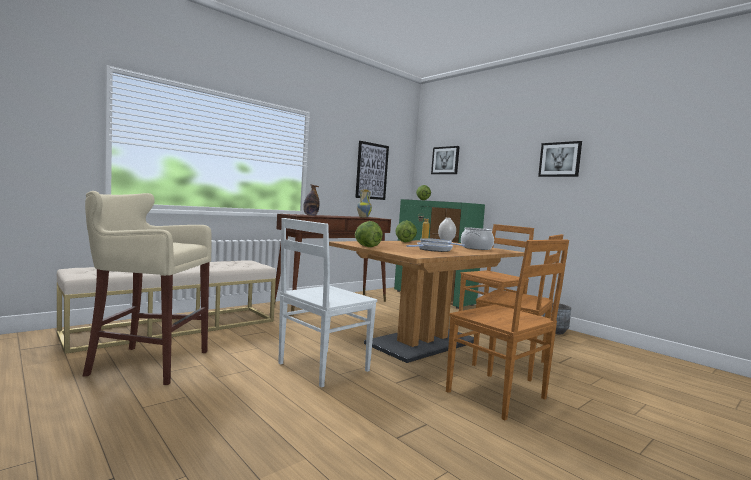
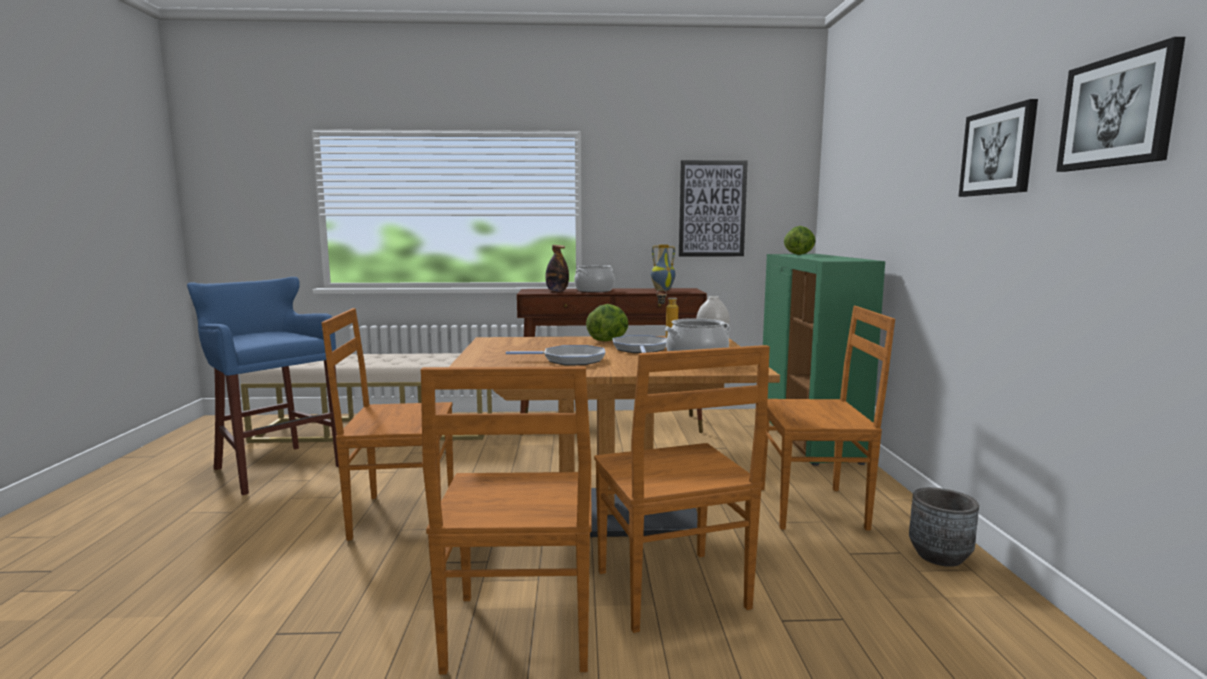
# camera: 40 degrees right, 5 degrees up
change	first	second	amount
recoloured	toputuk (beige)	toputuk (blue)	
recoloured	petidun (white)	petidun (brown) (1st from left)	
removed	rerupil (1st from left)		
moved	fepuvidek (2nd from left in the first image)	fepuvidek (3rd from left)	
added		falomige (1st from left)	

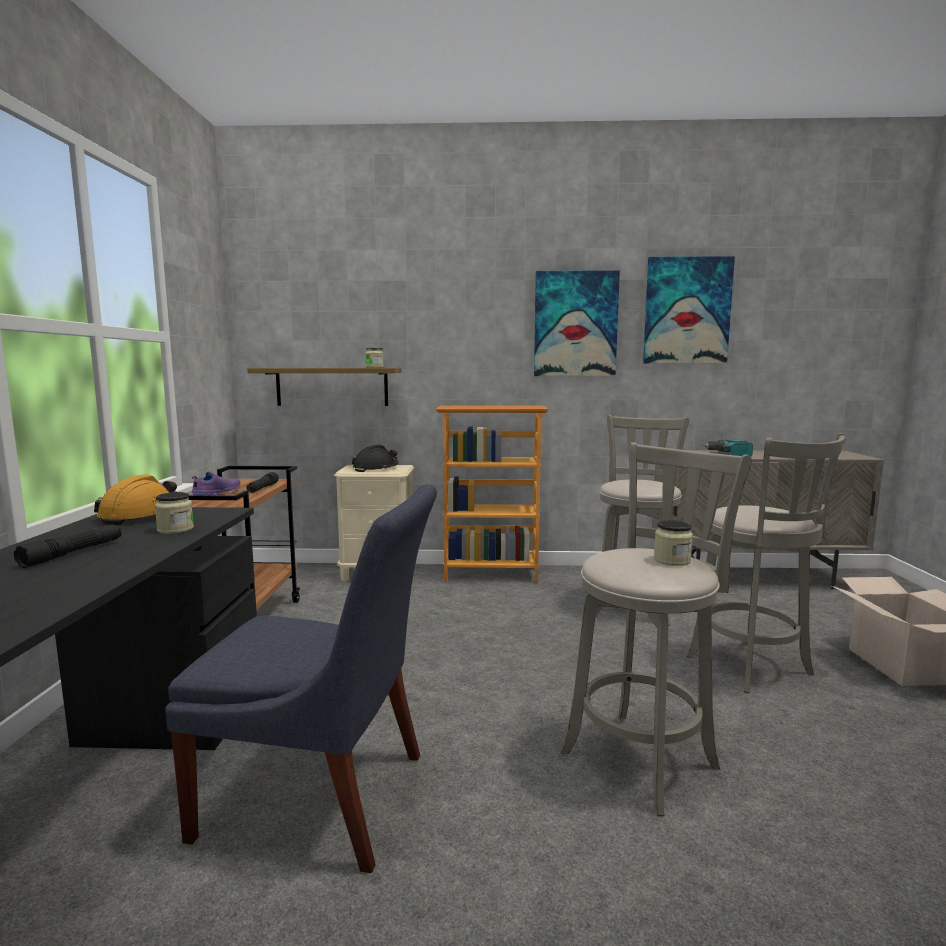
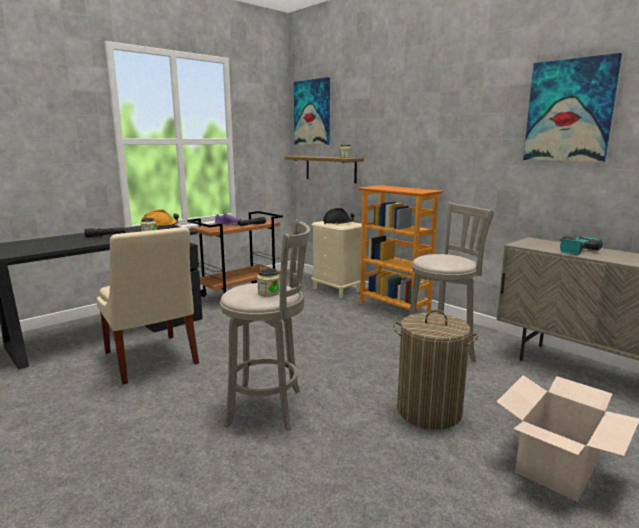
# camera: 45 degrees right, 5 degrees up
change	first	second	amount
recoloured	petidun (blue)	petidun (beige)	
moved	fepuvidek (1st from left)		
replaced	toputuk (grey) (3rd from left)	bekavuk	

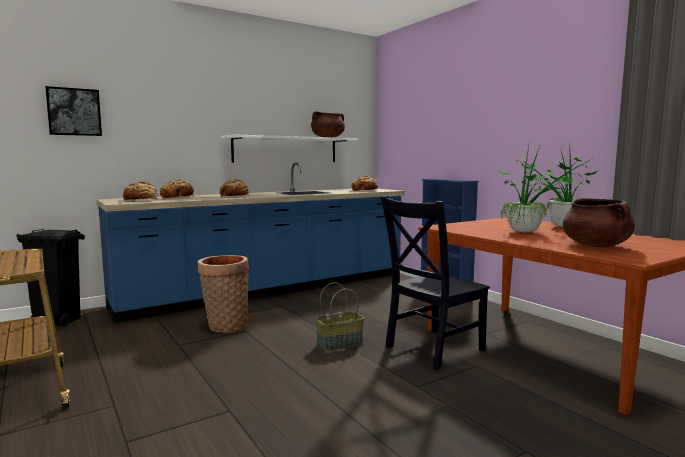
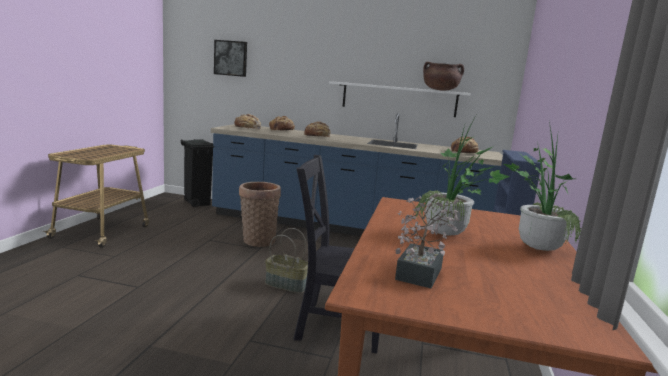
# camera: 45 degrees right, 5 degrees up
change	first	second	amount
replaced	falomige (brown) (2nd from left)	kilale (1st from left)	

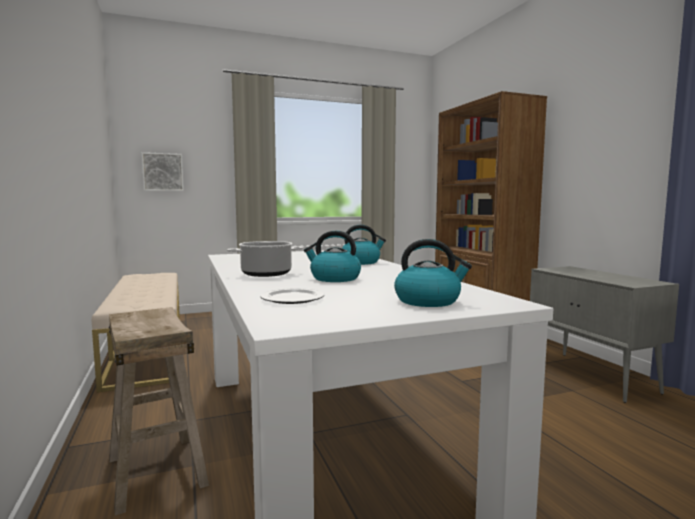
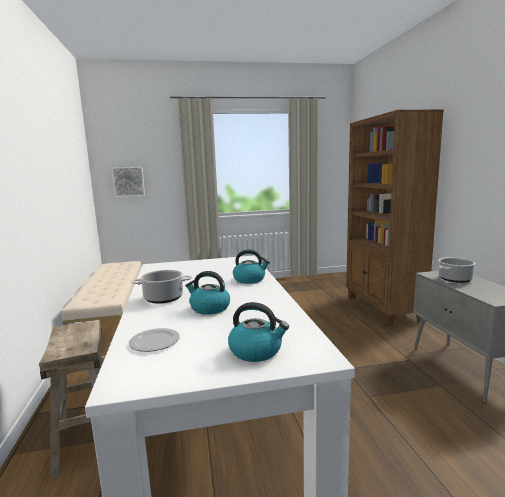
# camera: 10 degrees right, 5 degrees up
change	first	second	amount
added		falomige (2nd from left)	

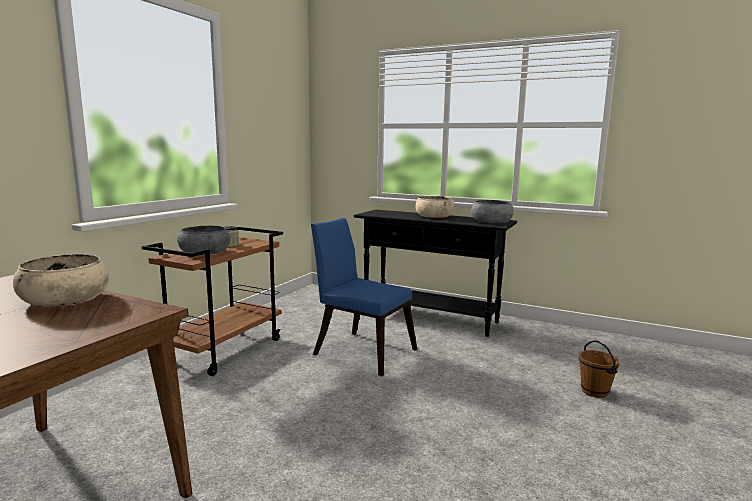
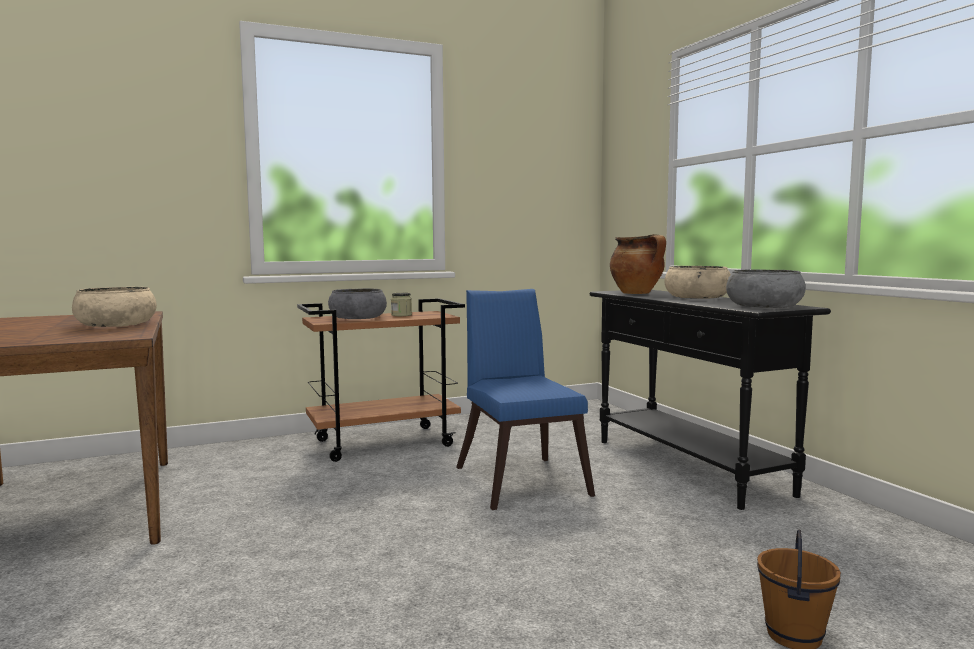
# camera: 40 degrees right, 5 degrees down
change	first	second	amount
added		falomige	

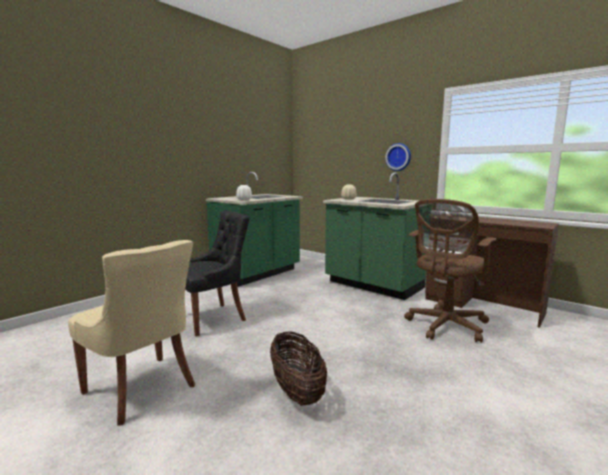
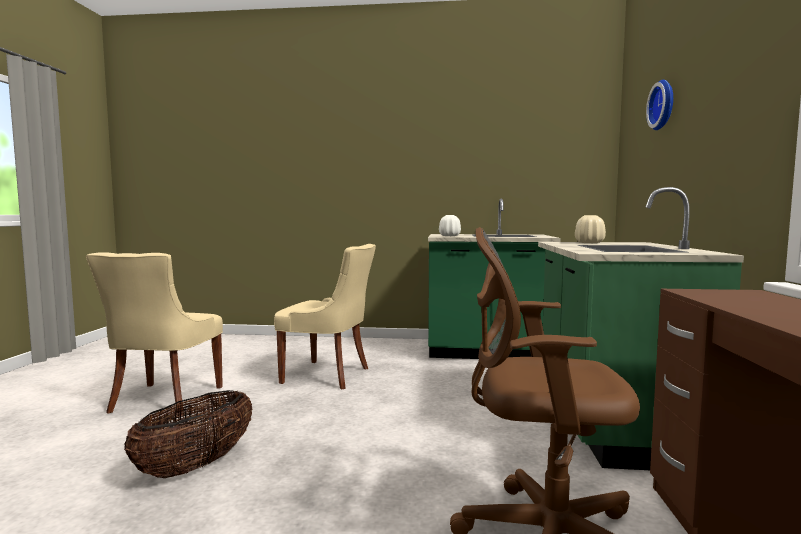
# camera: 55 degrees right, 5 degrees down
change	first	second	amount
recoloured	petidun (black)	petidun (beige) (2nd from left)	
moved	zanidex		

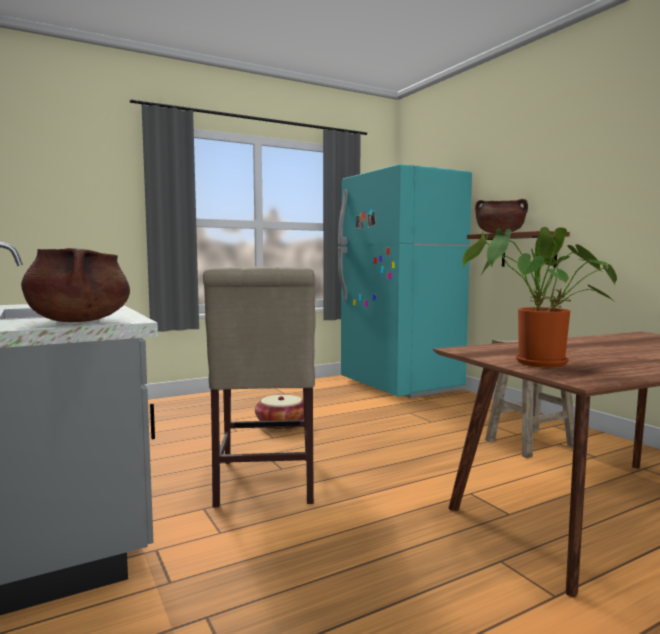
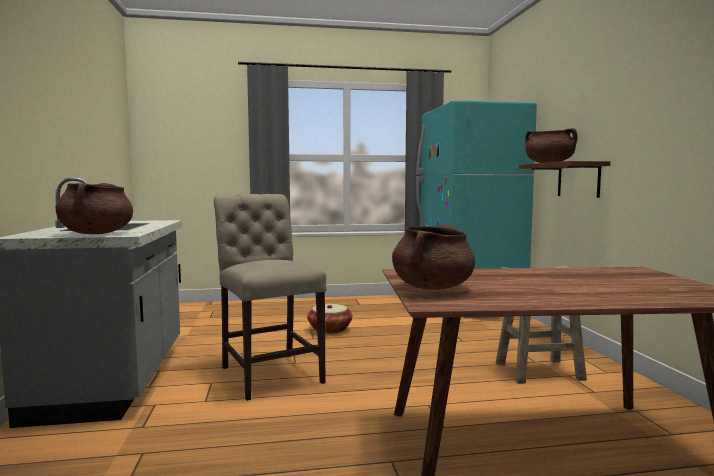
# camera: 20 degrees right, 0 degrees up
change	first	second	amount
turned	petidun (beige)		135 degrees clockwise
replaced	kilale	falomige (brown) (2nd from left)	

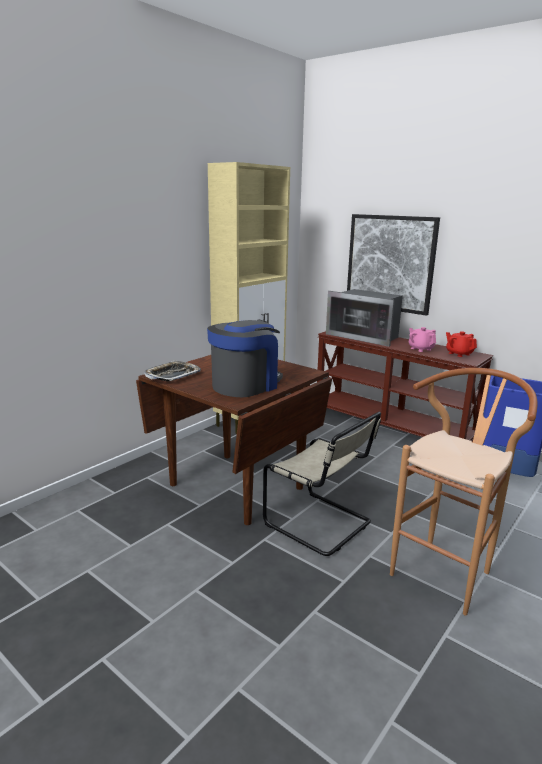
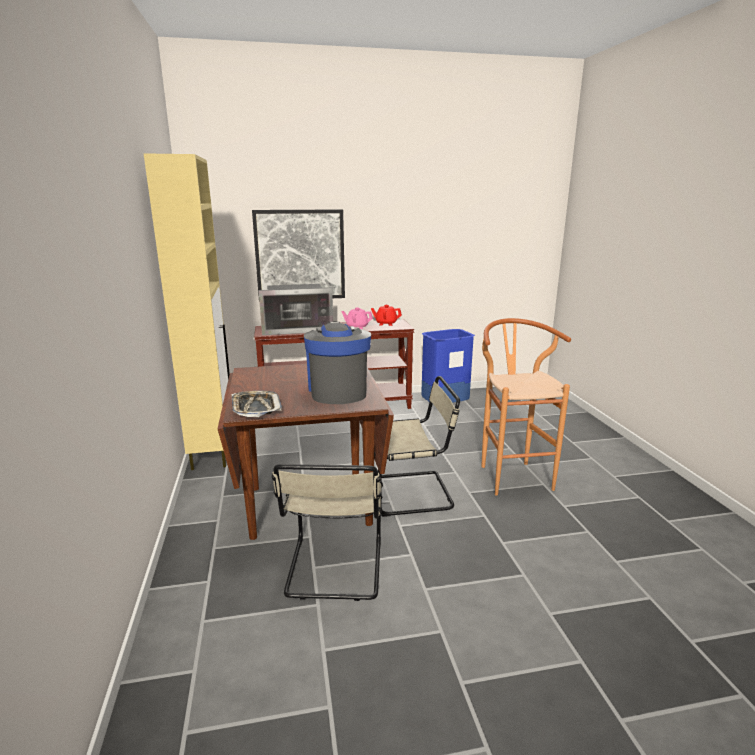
# camera: 50 degrees left, 0 degrees up
change	first	second	amount
added		petidun (beige) (1st from left)	

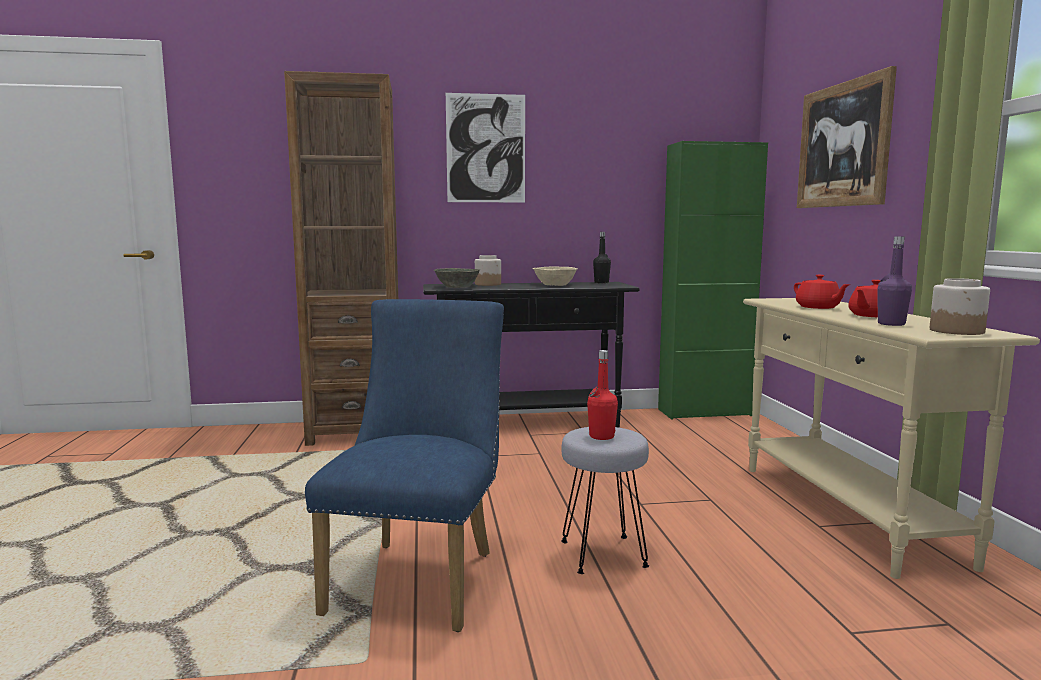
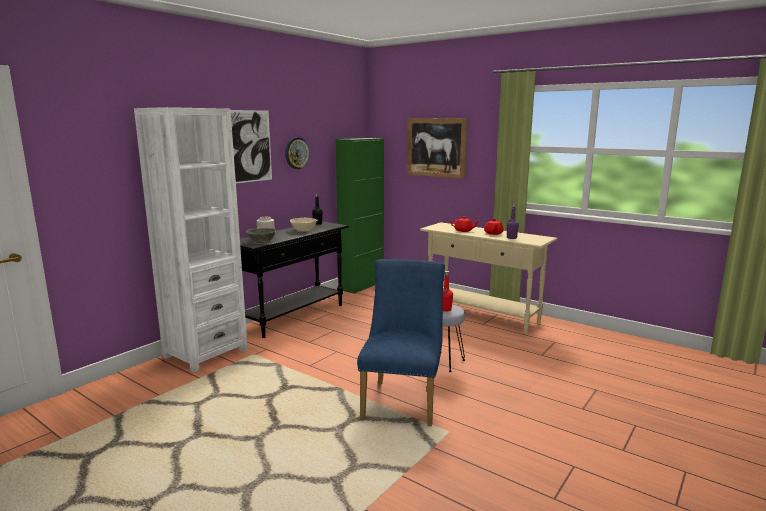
# camera: 45 degrees left, 5 degrees up
change	first	second	amount
recoloured	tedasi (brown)	tedasi (white)	
turned	petidun (blue)		45 degrees clockwise
removed	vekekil (2nd from left)		
added		zanidex	

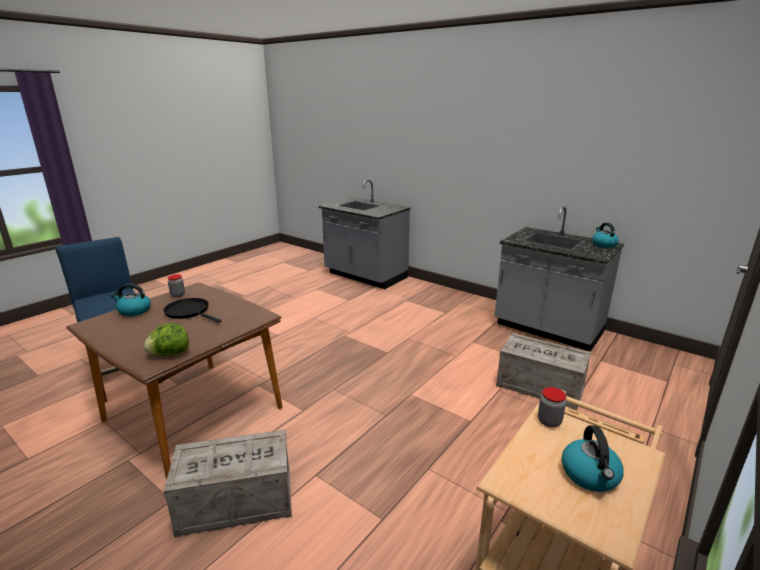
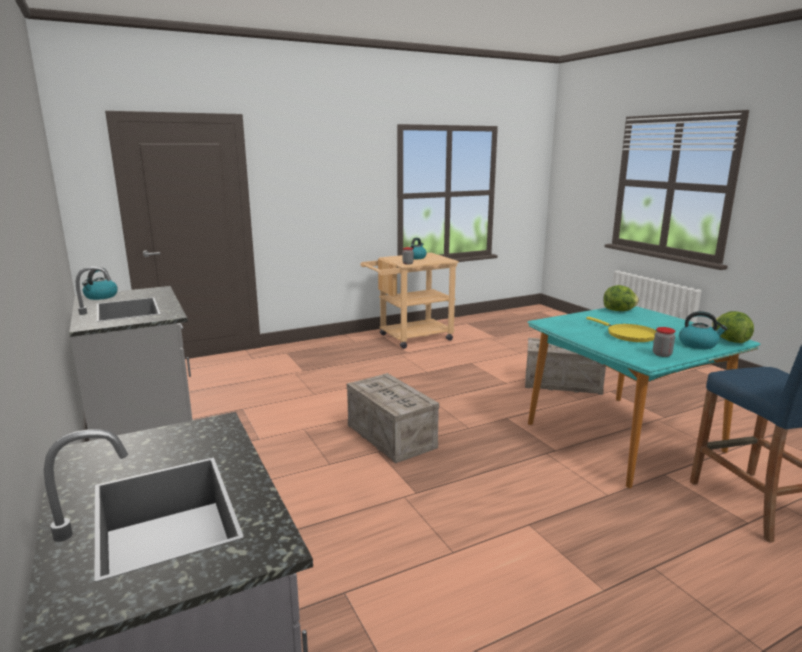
# camera: 155 degrees left, 5 degrees down
change	first	second	amount
recoloured	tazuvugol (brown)	tazuvugol (turquoise)	
recoloured	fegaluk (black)	fegaluk (yellow)	
moved	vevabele (2nd from left in the first image)	vevabele (1st from left)	
added		rerupil (2nd from left)	

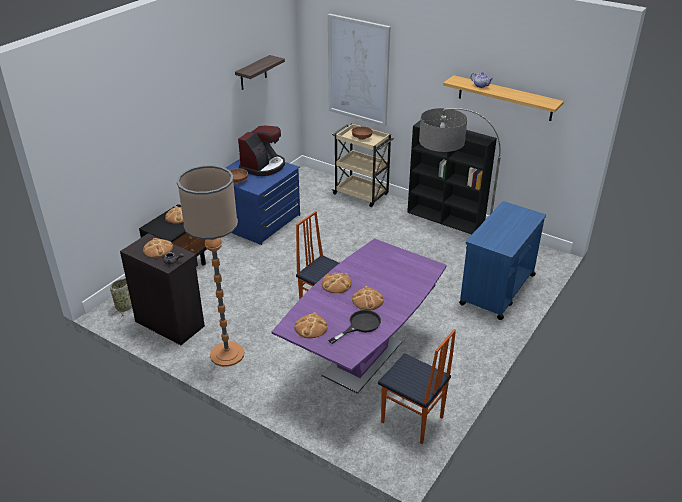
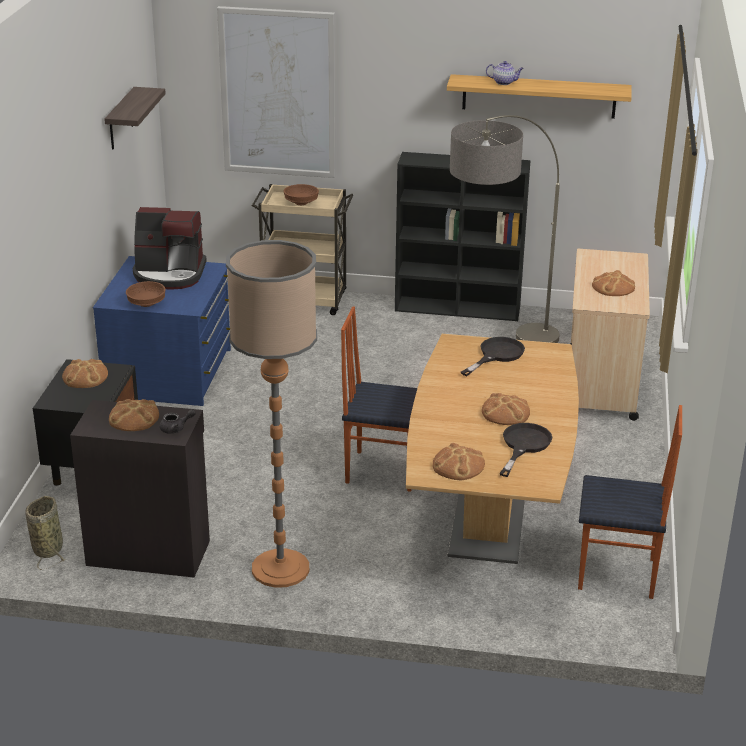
# camera: 25 degrees left, 5 degrees down
change	first	second	amount
turned	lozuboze		90 degrees clockwise
recoloured	tazuvugol (purple)	tazuvugol (brown)	
moved	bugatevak (4th from left in the first image)	bugatevak (5th from left)	
recoloured	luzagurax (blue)	luzagurax (beige) (2nd from left)	
added		fegaluk (black) (1st from left)	

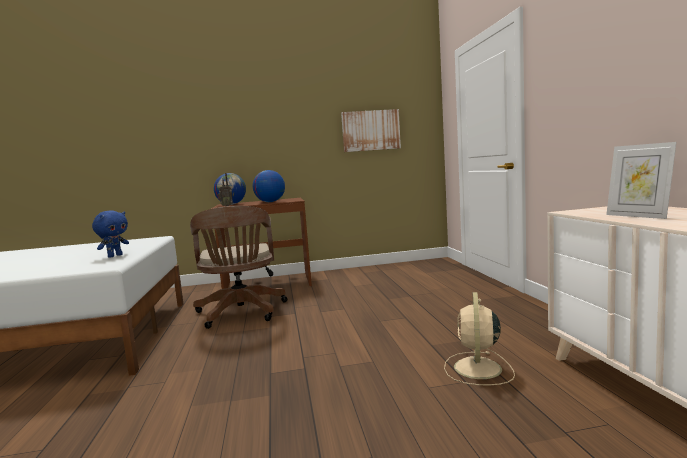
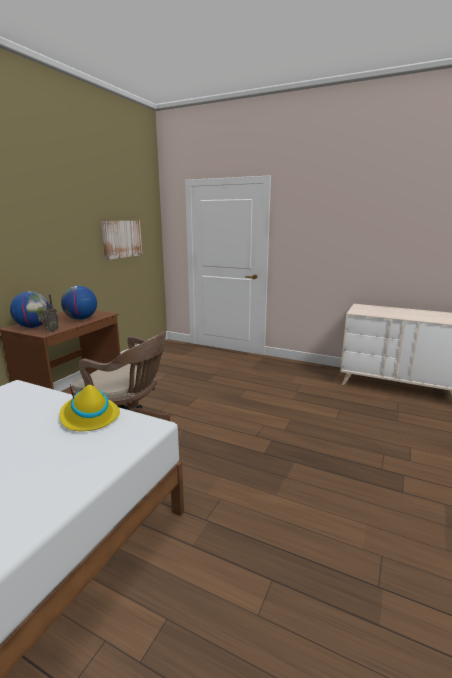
# camera: 55 degrees left, 10 degrees up
change	first	second	amount
replaced	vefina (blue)	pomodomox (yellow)	
removed	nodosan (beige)		
removed	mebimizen		

